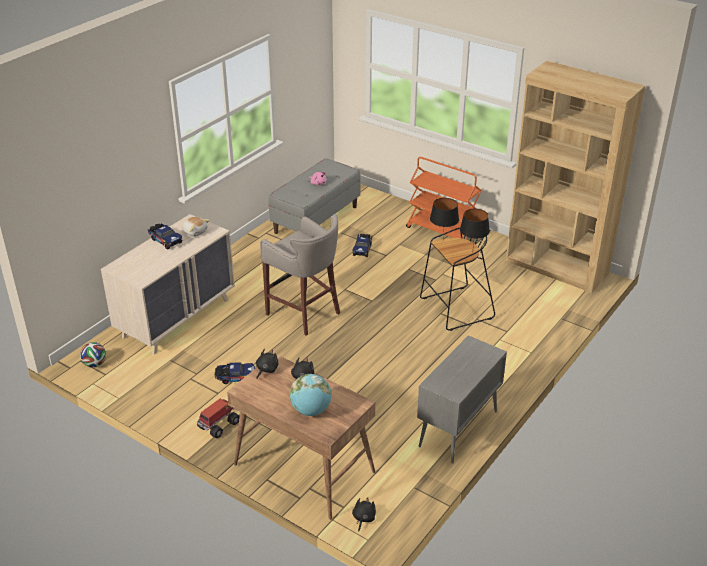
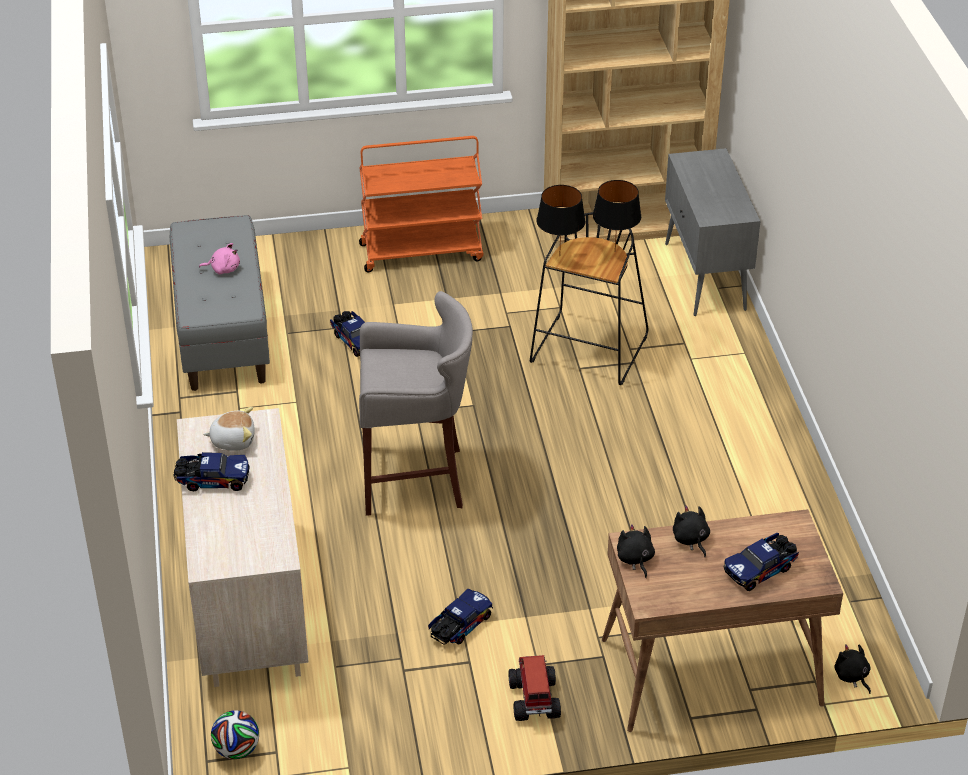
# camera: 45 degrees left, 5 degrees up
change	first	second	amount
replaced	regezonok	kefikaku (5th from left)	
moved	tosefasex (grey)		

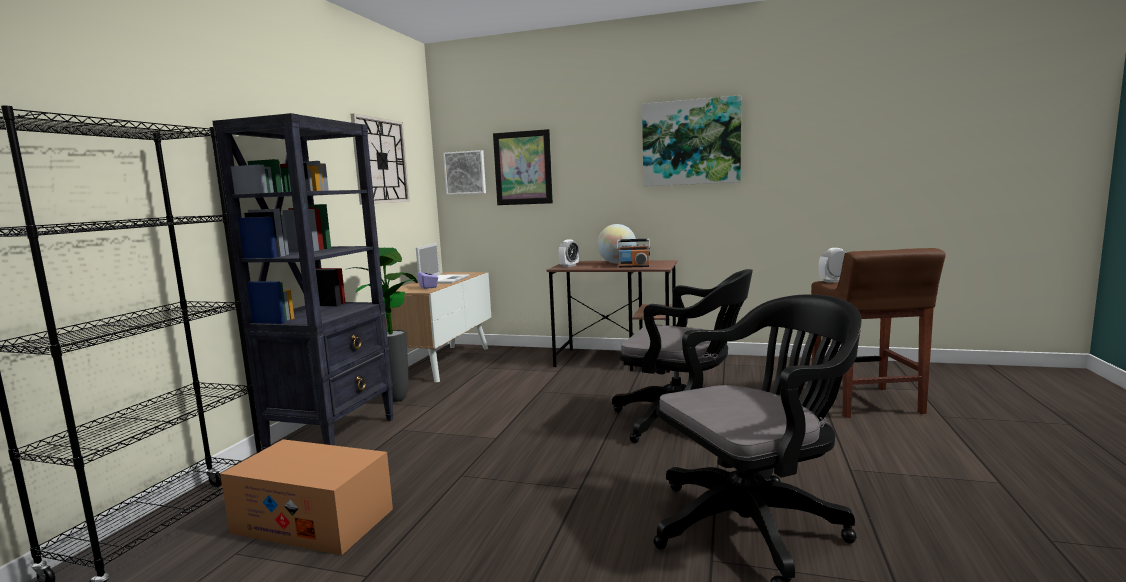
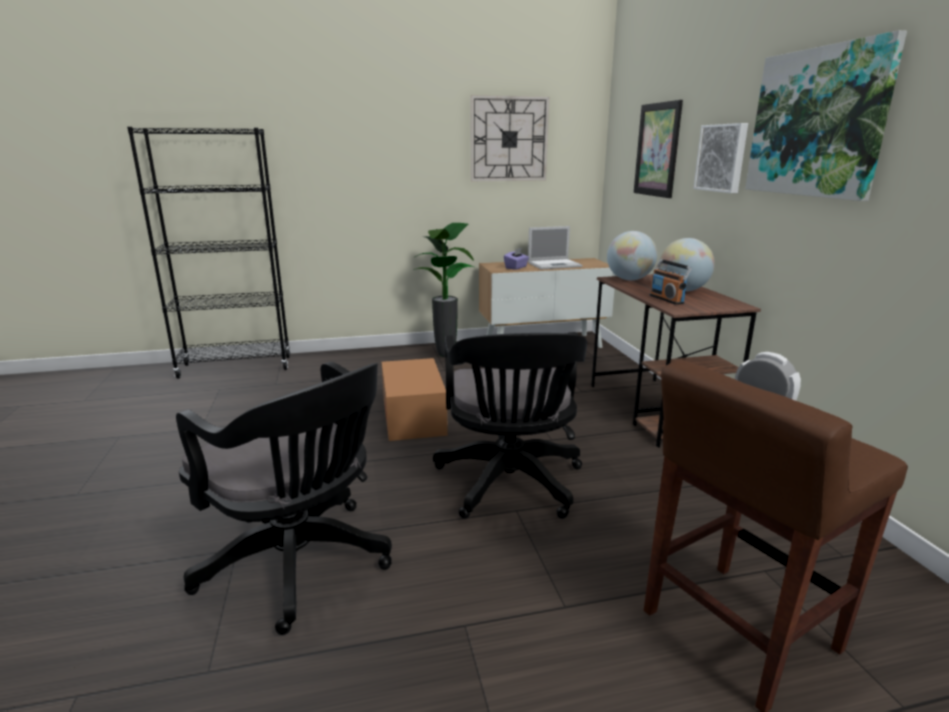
# camera: 60 degrees right, 10 degrees up
change	first	second	amount
removed	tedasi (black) (2nd from left)		
moved	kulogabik		
moved	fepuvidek (1st from left in the first image)	fepuvidek (2nd from left)	
replaced	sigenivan (1st from left)	regezonok (1st from left)	

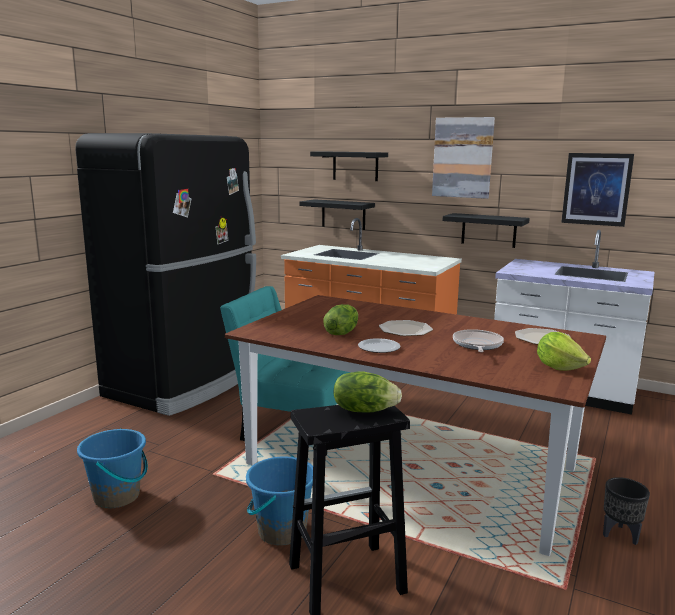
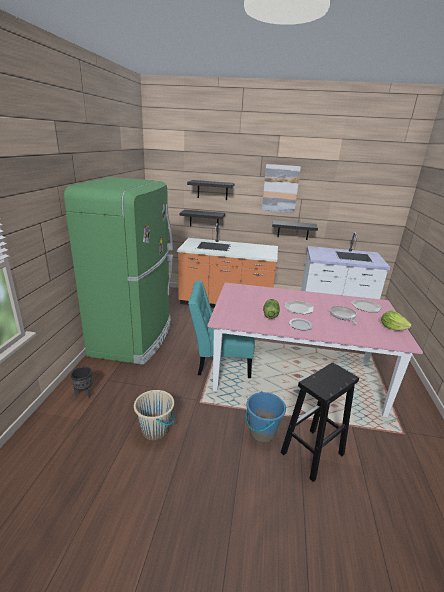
# camera: 20 degrees left, 10 degrees up
change	first	second	amount
recoloured	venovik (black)	venovik (green)	
recoloured	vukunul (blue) (1st from left)	vukunul (beige)	
recoloured	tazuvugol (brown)	tazuvugol (pink)	
removed	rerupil (2nd from left)		
removed	fepuvidek (2nd from left)		
moved	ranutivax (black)		

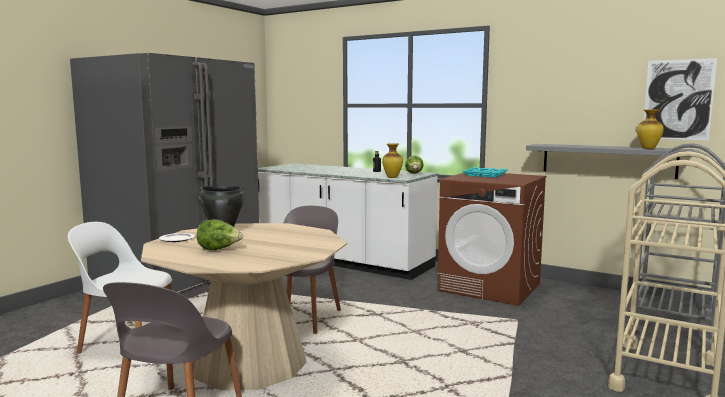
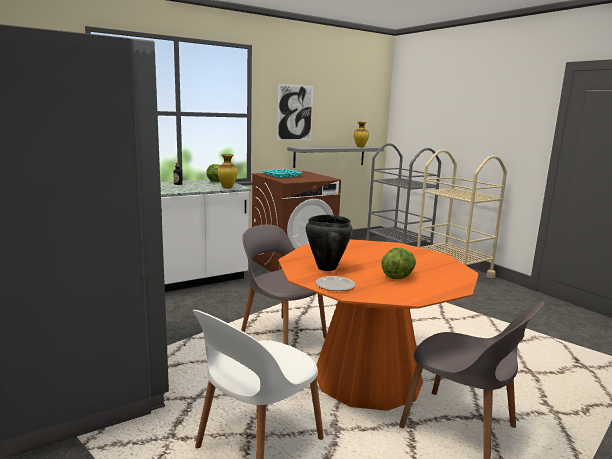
# camera: 65 degrees left, 5 degrees up
change	first	second	amount
recoloured	tazuvugol (beige)	tazuvugol (orange)	
moved	fepuvidek		

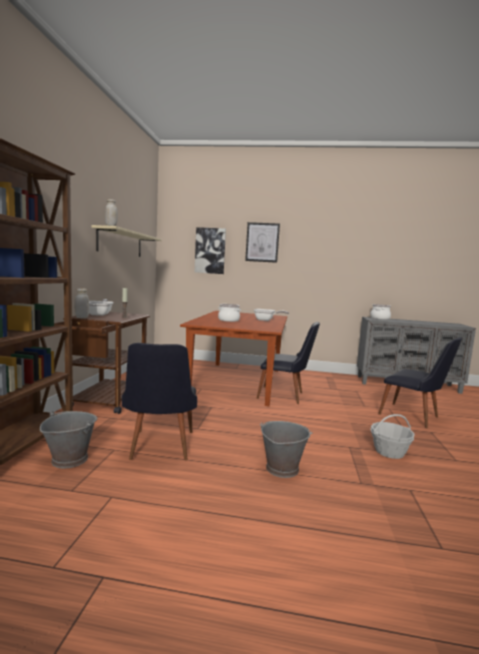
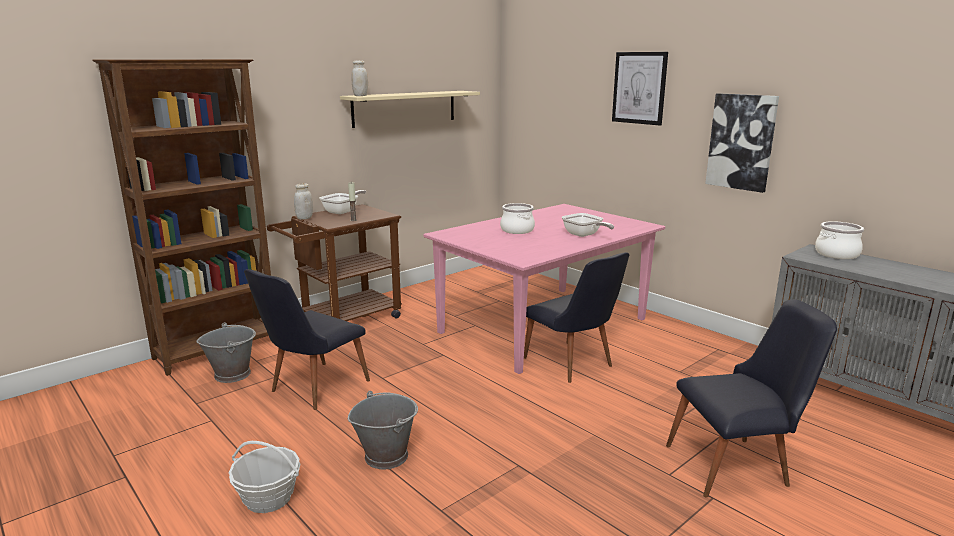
# camera: 40 degrees right, 10 degrees up
change	first	second	amount
recoloured	tazuvugol (brown)	tazuvugol (pink)	
moved	fepuvidek (1st from left in the first image)	fepuvidek (2nd from left)	
moved	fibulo		
turned	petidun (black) (3rd from left)		90 degrees counterclockwise

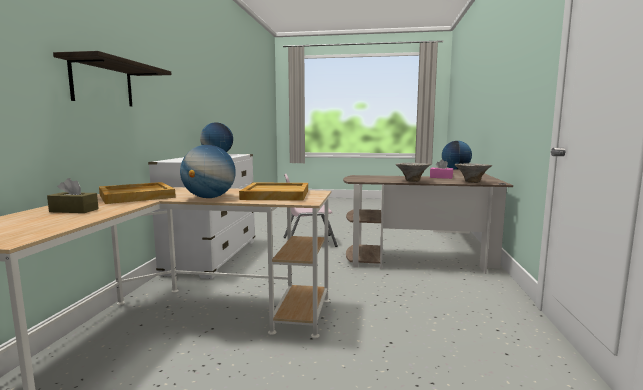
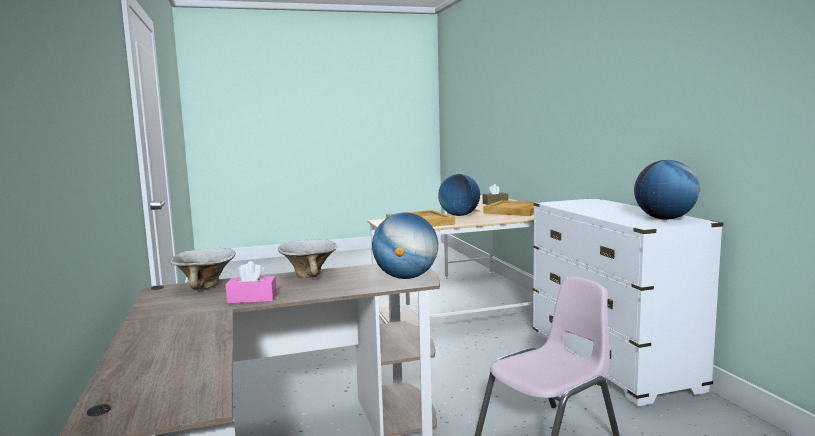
# camera: 155 degrees right, 0 degrees up
change	first	second	amount
removed	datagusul		
moved	regezonok (3rd from left in the first image)	regezonok (1st from left)	

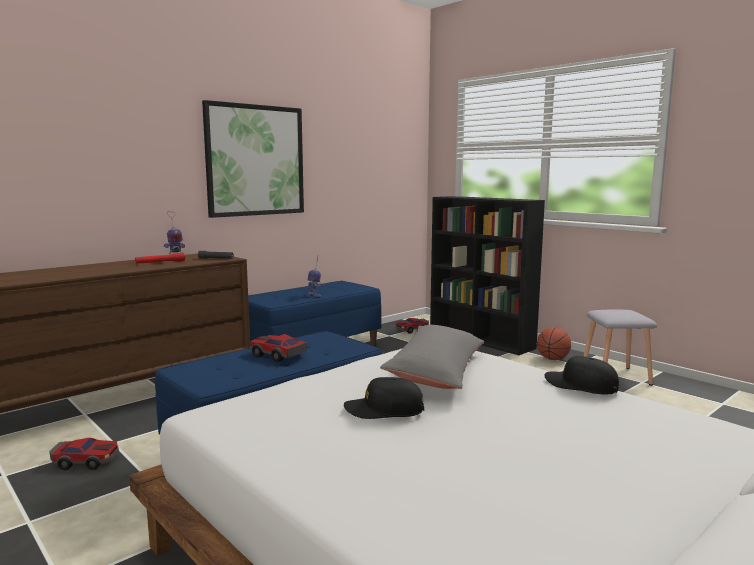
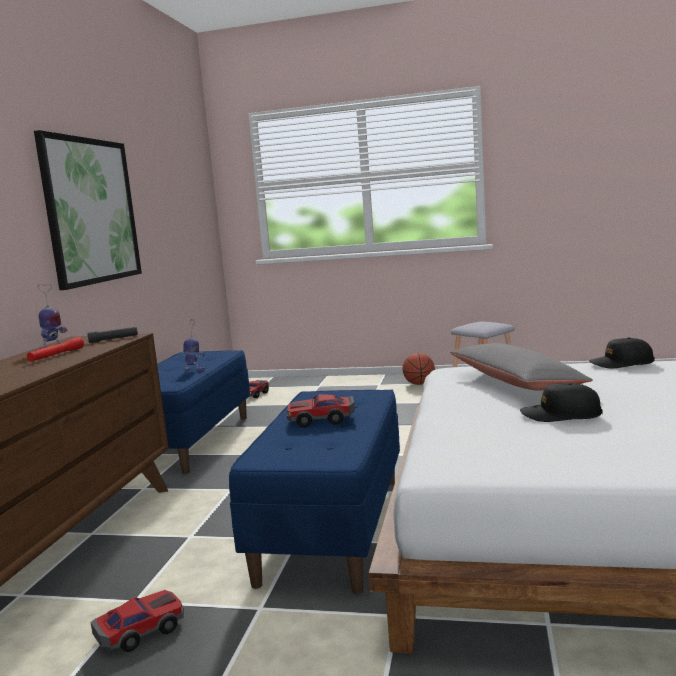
# camera: 35 degrees left, 0 degrees up
change	first	second	amount
turned	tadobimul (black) (1st from left)		45 degrees clockwise
removed	tedasi (black)		

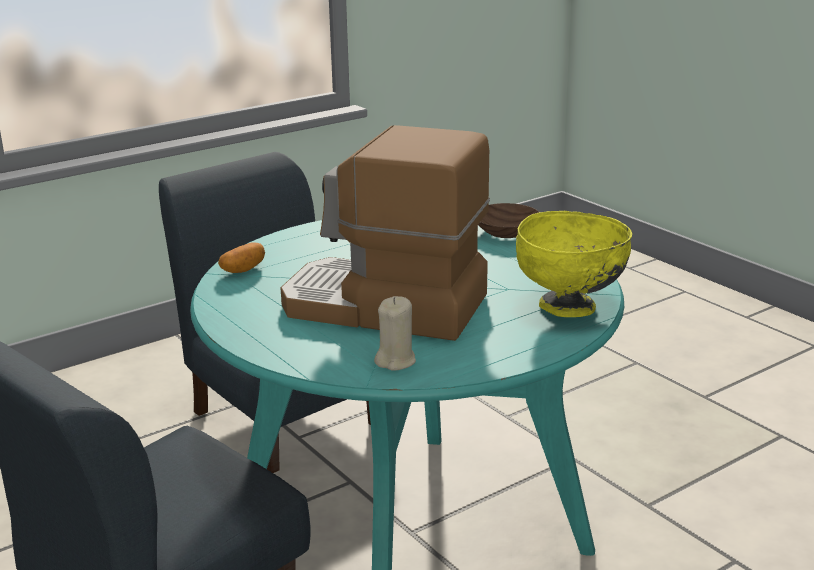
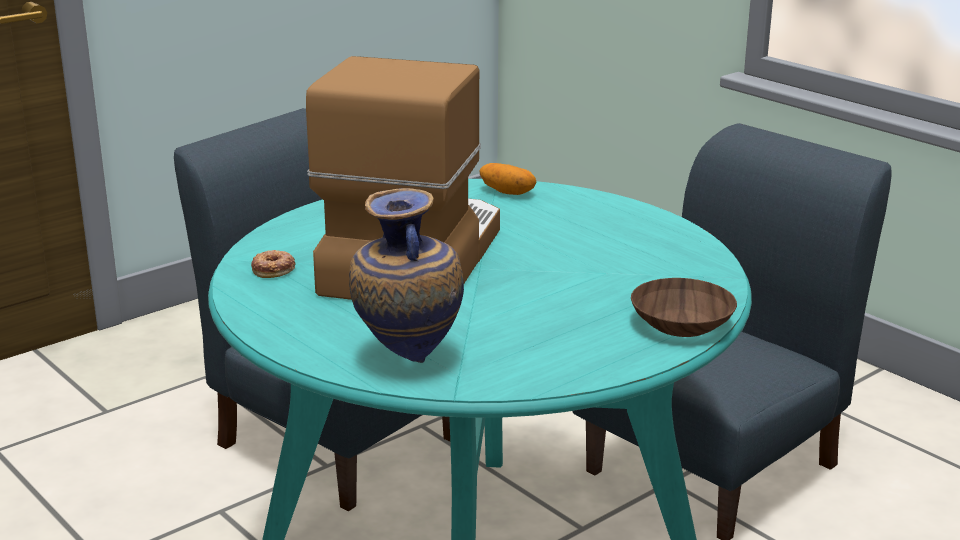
# camera: 85 degrees right, 0 degrees up
change	first	second	amount
replaced	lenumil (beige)	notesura	
replaced	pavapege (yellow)	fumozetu	

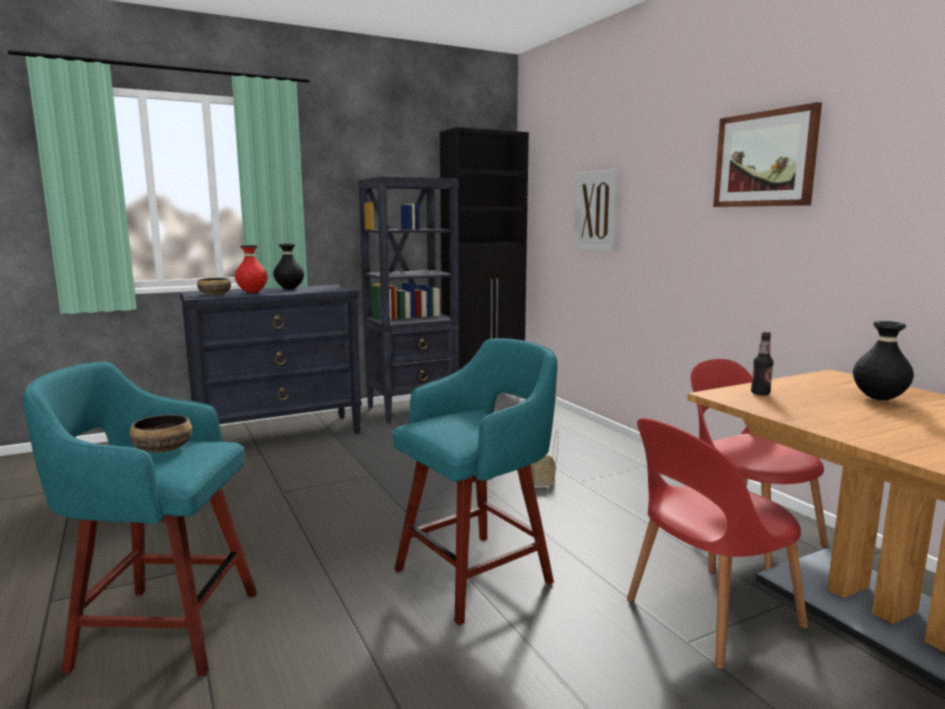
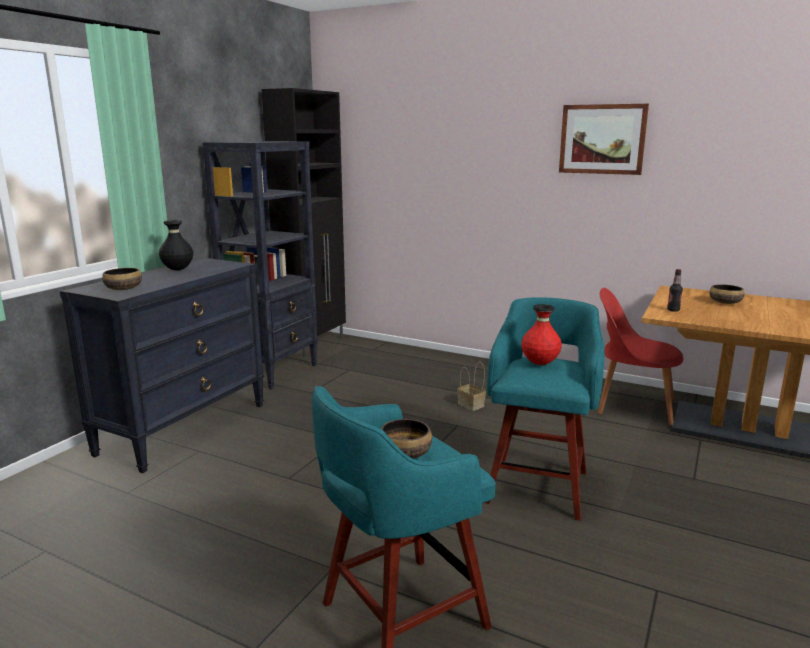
# camera: 35 degrees left, 5 degrees up
change	first	second	amount
moved	fumozetu (red)		
removed	fepuvidek (1st from left)		
removed	petidun (red) (1st from left)		
replaced	fumozetu (black) (2nd from left)	pavapege (3rd from left)	

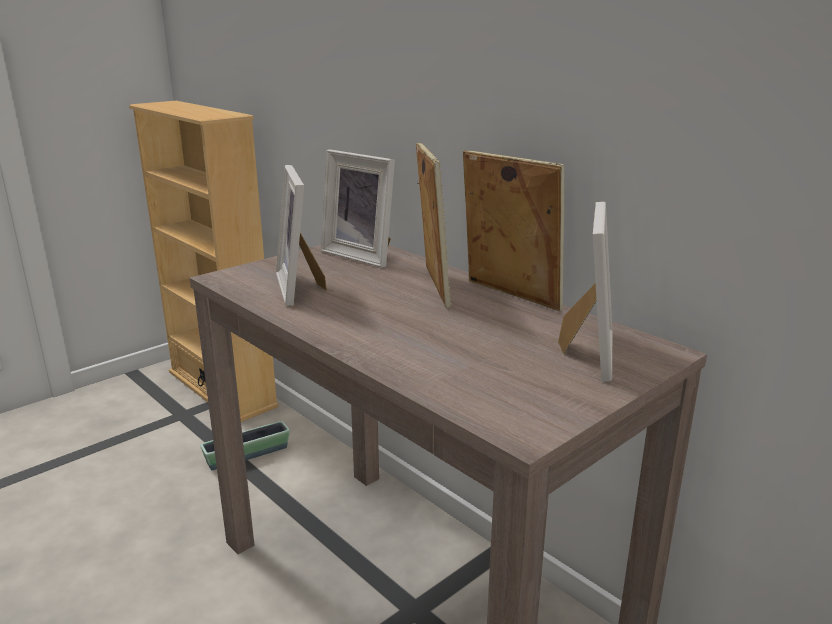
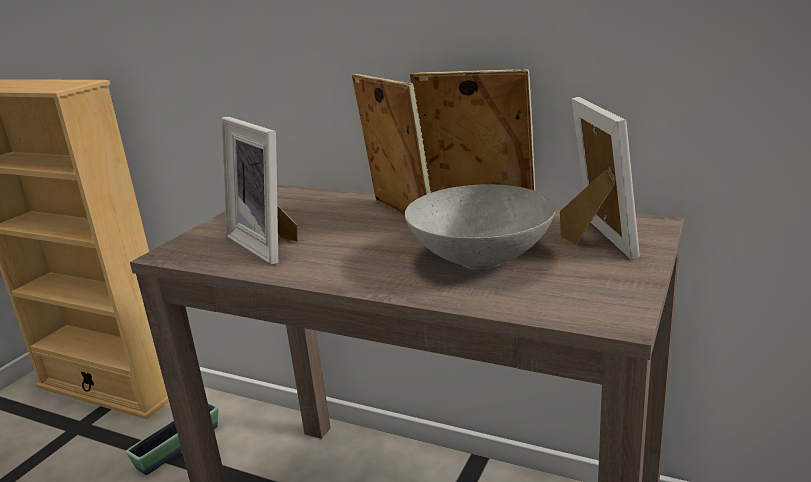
# camera: 20 degrees left, 0 degrees up
change	first	second	amount
removed	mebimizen (2nd from left)		
added		pavapege (grey)	

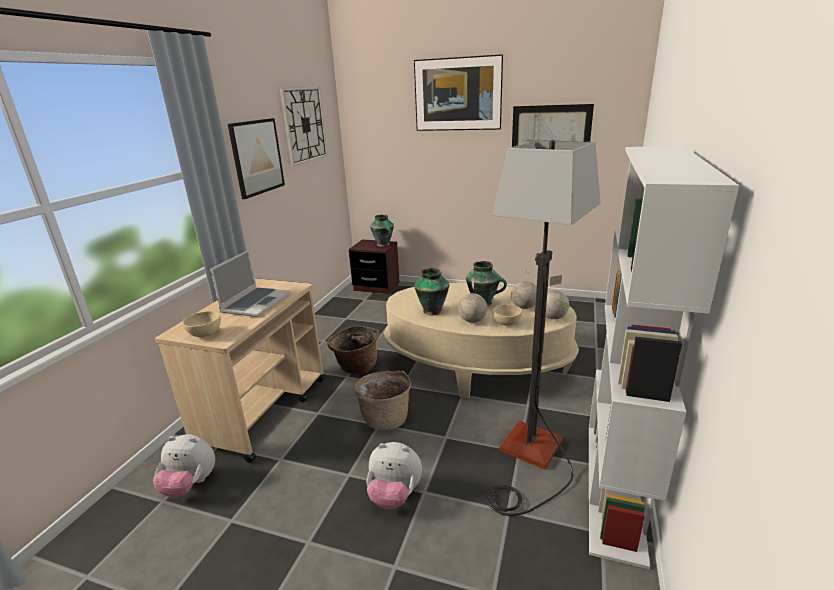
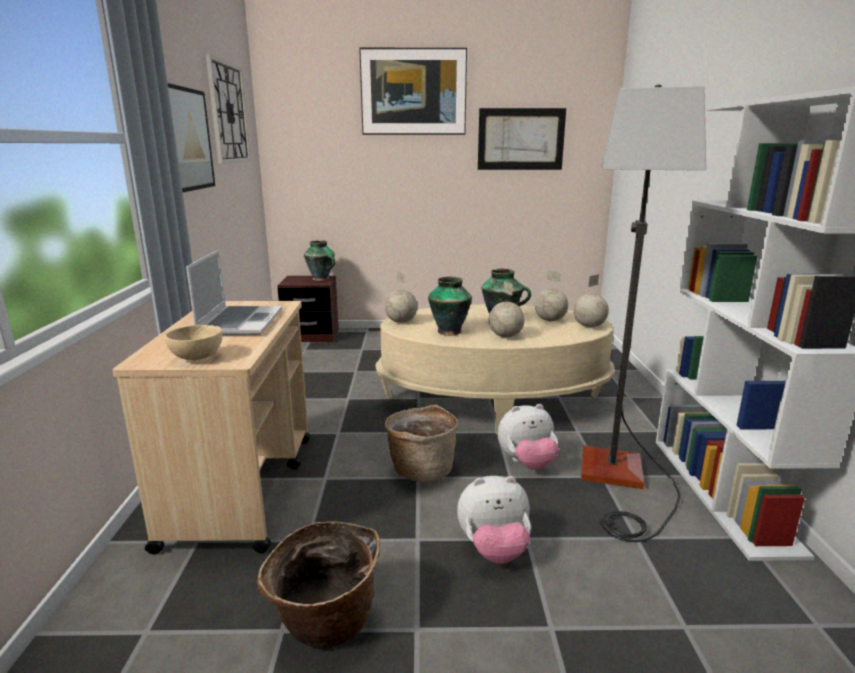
# camera: 20 degrees left, 5 degrees down
change	first	second	amount
moved	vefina (1st from left in the first image)	vefina (2nd from left)	
moved	fibulo (1st from left)		
removed	pavapege (beige) (2nd from left)		
added		regezonok (1st from left)	

